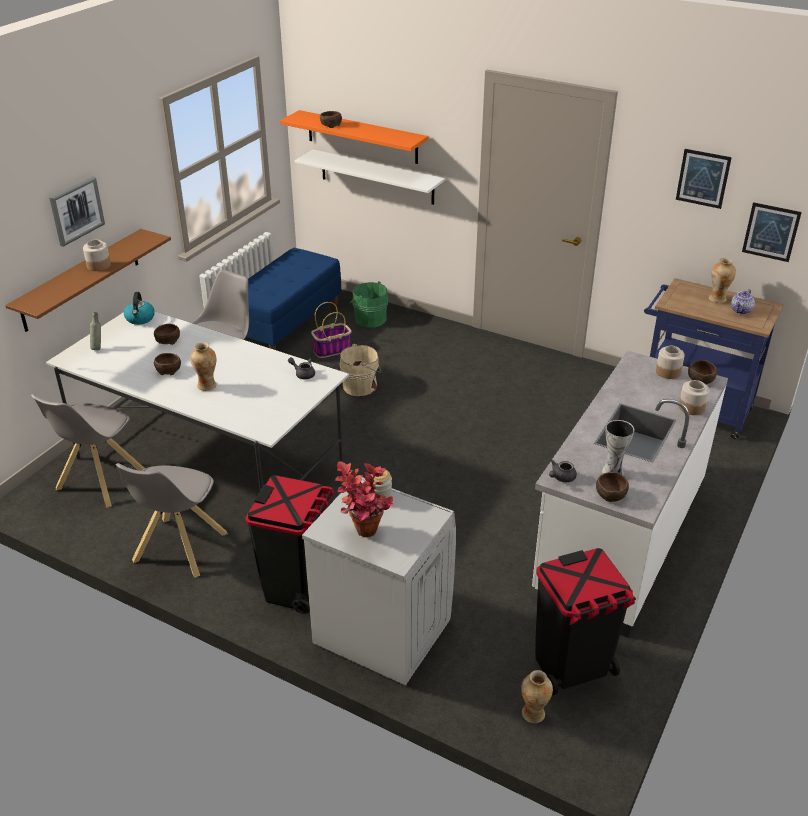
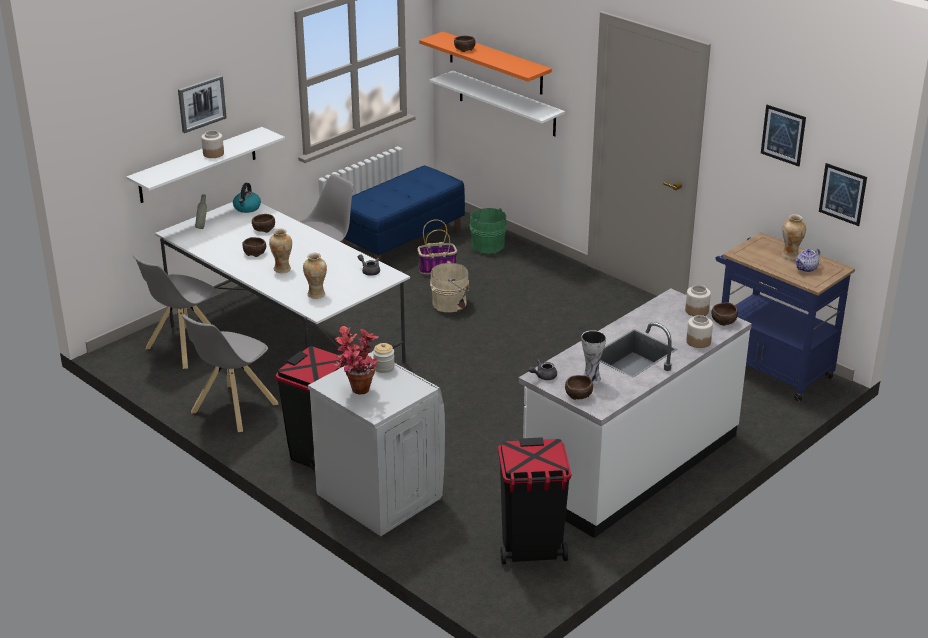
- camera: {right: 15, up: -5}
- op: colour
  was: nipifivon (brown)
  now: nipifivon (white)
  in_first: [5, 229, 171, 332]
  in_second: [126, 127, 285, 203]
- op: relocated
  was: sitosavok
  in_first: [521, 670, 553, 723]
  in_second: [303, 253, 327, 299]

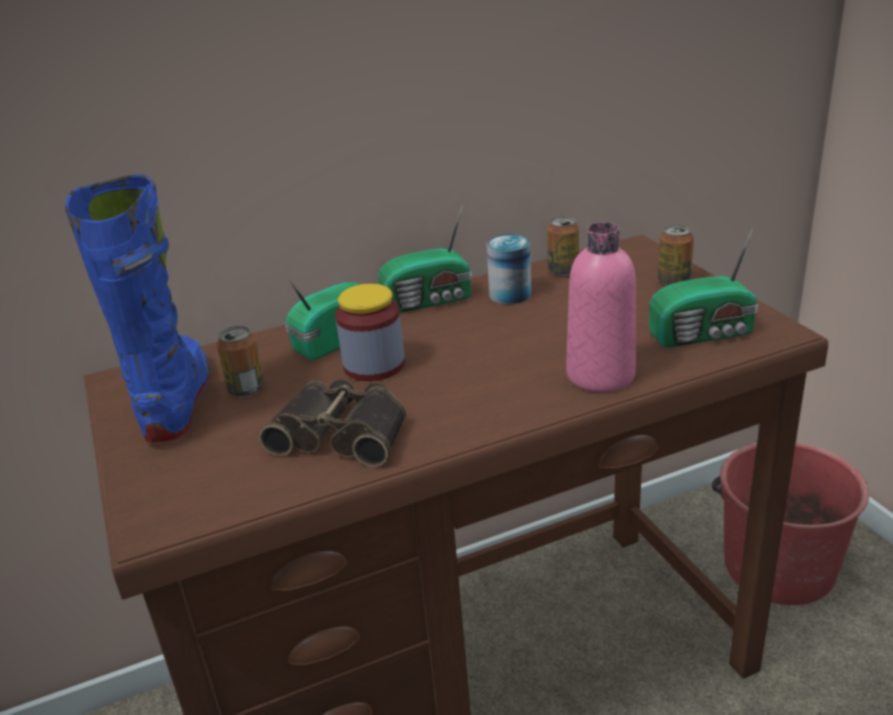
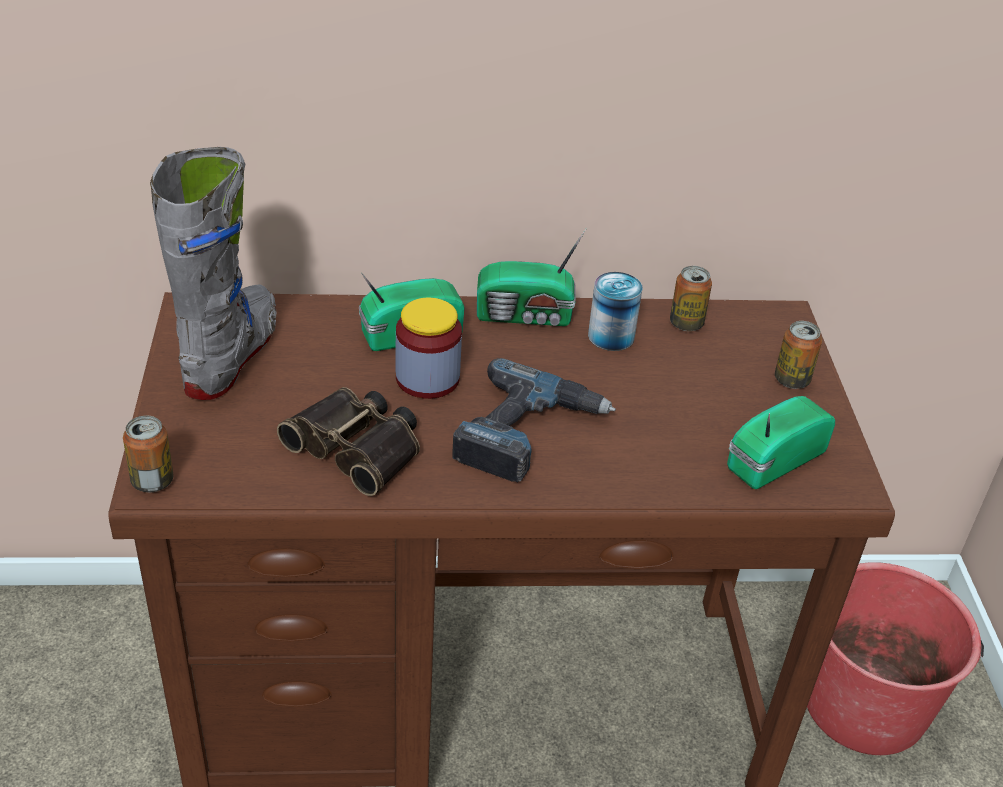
- camera: {right: 15, up: 10}
- op: relocated
  was: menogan
  in_first: [217, 326, 264, 397]
  in_second: [123, 415, 174, 493]
- op: colour
  was: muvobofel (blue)
  now: muvobofel (grey)
  in_first: [65, 175, 210, 443]
  in_second: [150, 147, 276, 400]
- op: appeared
  now: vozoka
  in_second: [452, 358, 616, 482]
- op: spun
  was: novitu
  in_first: [649, 228, 758, 348]
  in_second: [727, 396, 835, 489]
  clockwise: 135
- op: missing
  was: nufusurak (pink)
  in_first: [566, 222, 636, 392]

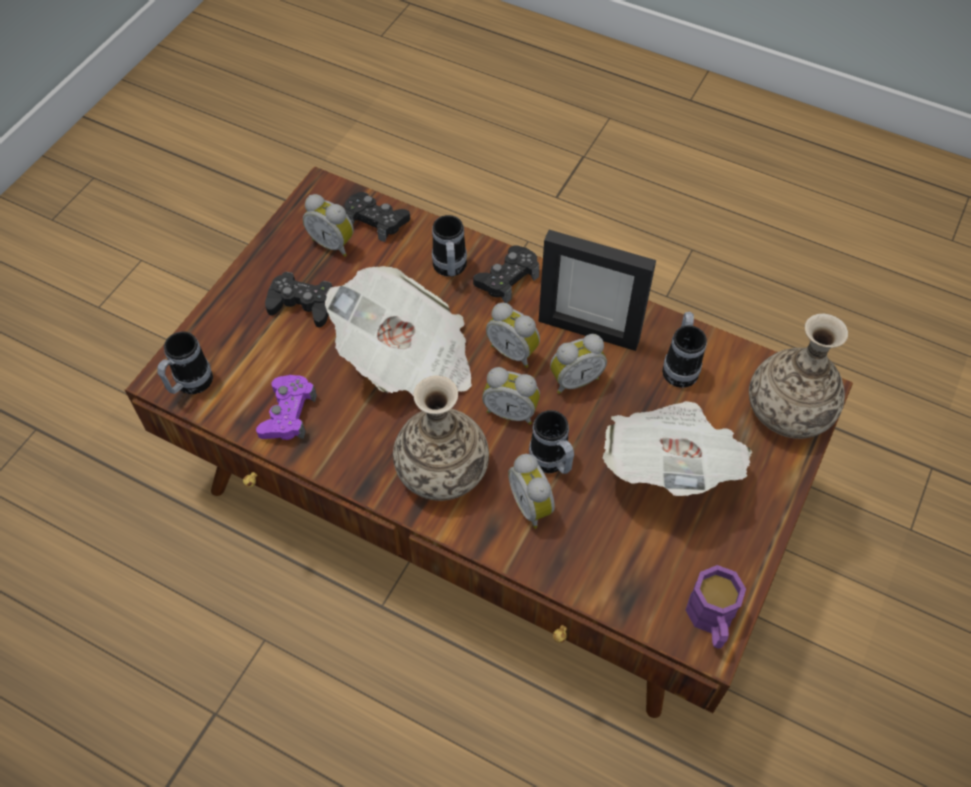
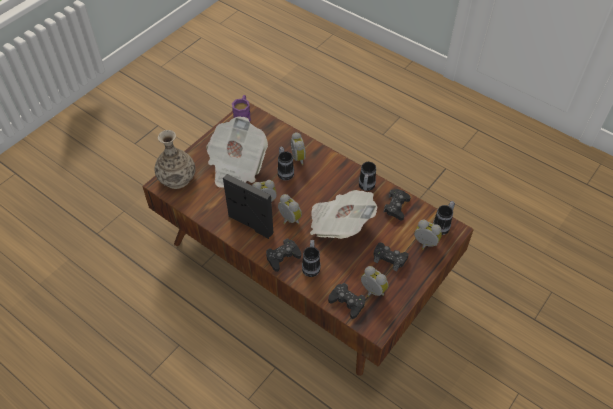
- camera: {right: -170, up: -5}
- op: relocated
  was: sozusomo
  in_first: [662, 312, 707, 388]
  in_second: [359, 162, 376, 191]
- op: colour
  was: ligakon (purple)
  now: ligakon (black)
  in_first: [256, 375, 317, 440]
  in_second: [383, 189, 410, 220]
- op: relocated
  was: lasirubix
  in_first: [482, 367, 540, 425]
  in_second: [414, 219, 442, 250]
- op: missing
  was: sitosavok
  in_first: [393, 376, 489, 501]

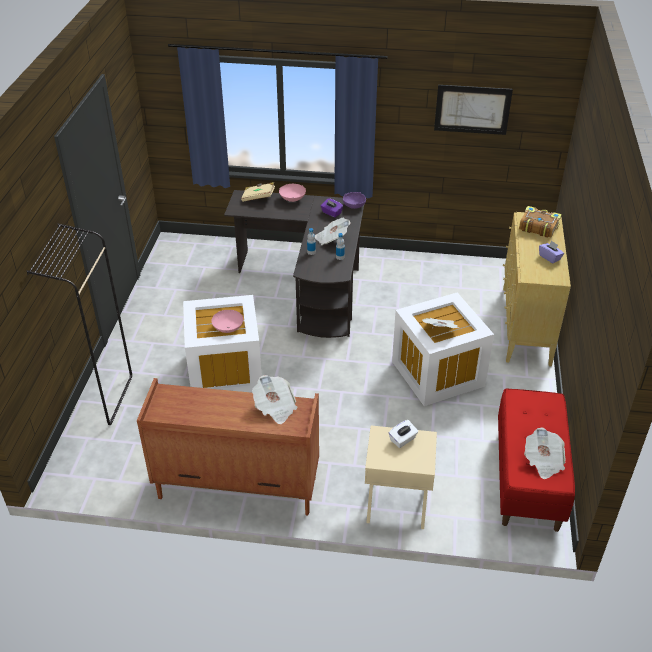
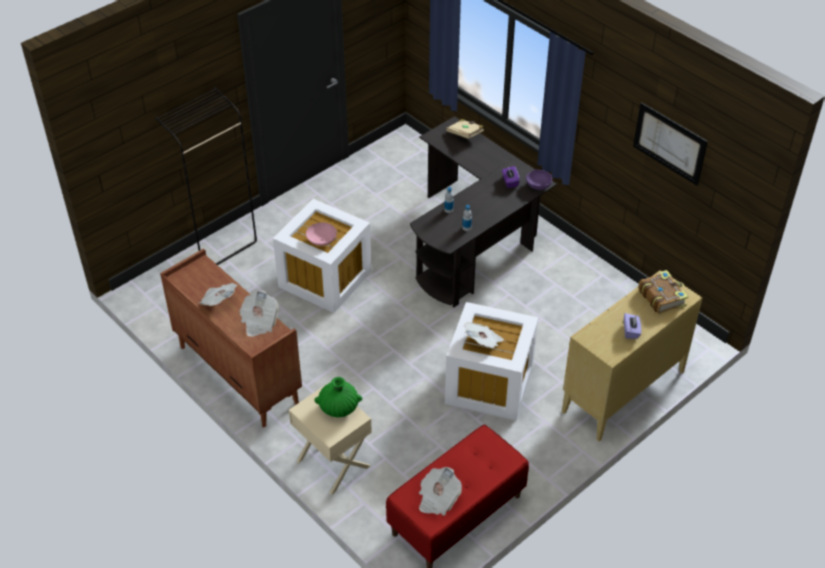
- camera: {right: 40, up: 5}
- op: relocated
  was: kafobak
  in_first: [315, 217, 351, 245]
  in_second: [199, 283, 237, 306]
- op: exchanged
  was: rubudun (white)
  now: sitosavok (green)
  in_first: [389, 420, 418, 448]
  in_second: [315, 377, 362, 417]
- op: missing
  was: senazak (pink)
  in_first: [279, 184, 306, 202]

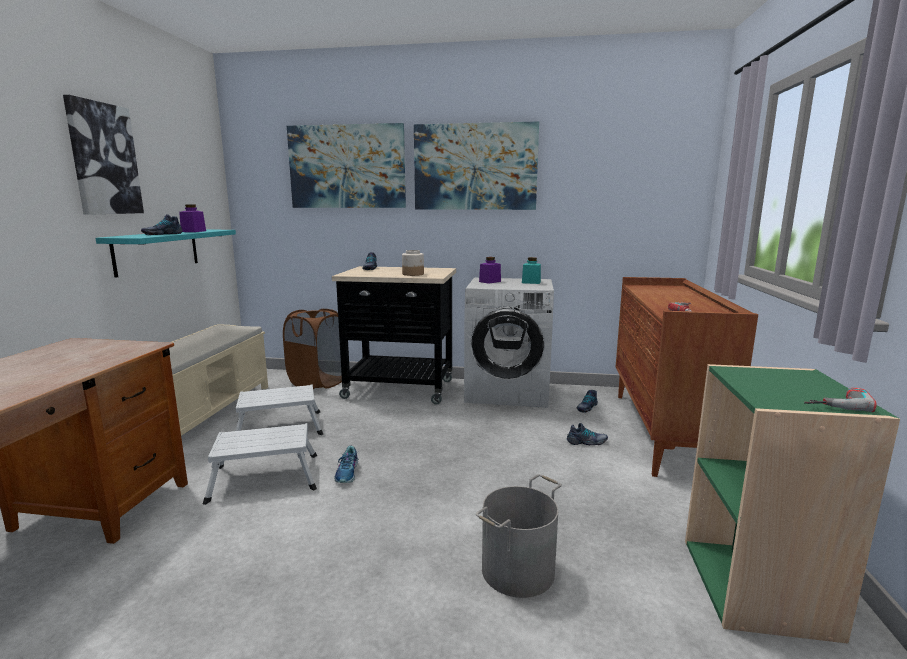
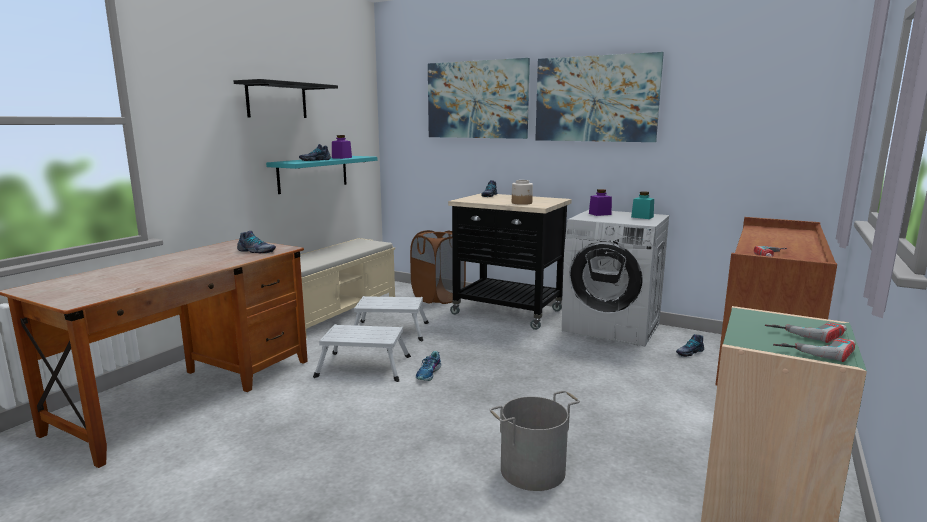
- camera: {right: 20, up: 0}
- op: exchanged
  was: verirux
  now: nipifivon (black)
  in_first: [63, 95, 144, 215]
  in_second: [234, 79, 338, 118]
- op: relocated
  was: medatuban
  in_first: [567, 423, 608, 445]
  in_second: [237, 231, 276, 253]
- op: appeared
  now: vozoka
  in_second: [765, 322, 847, 343]

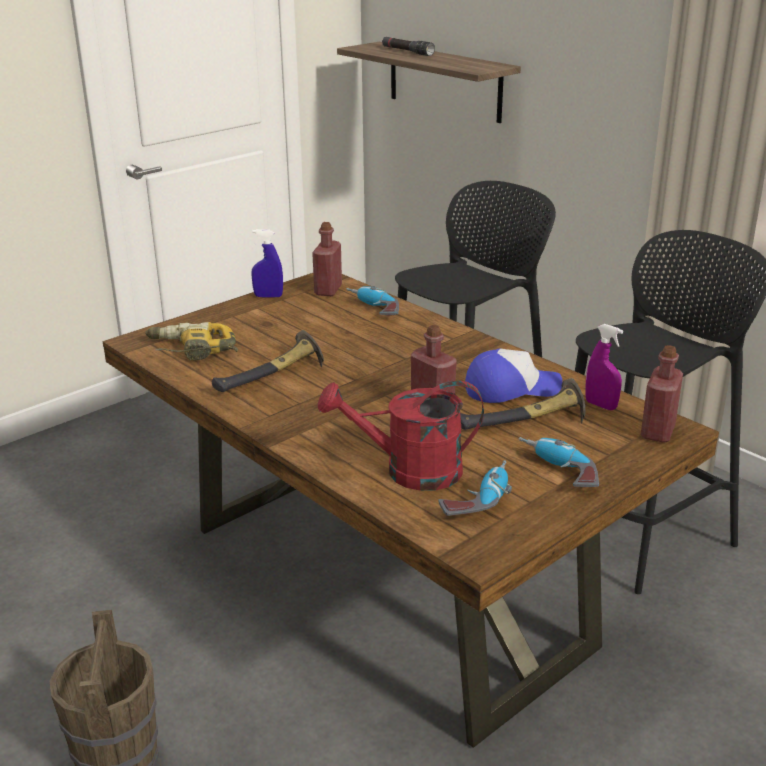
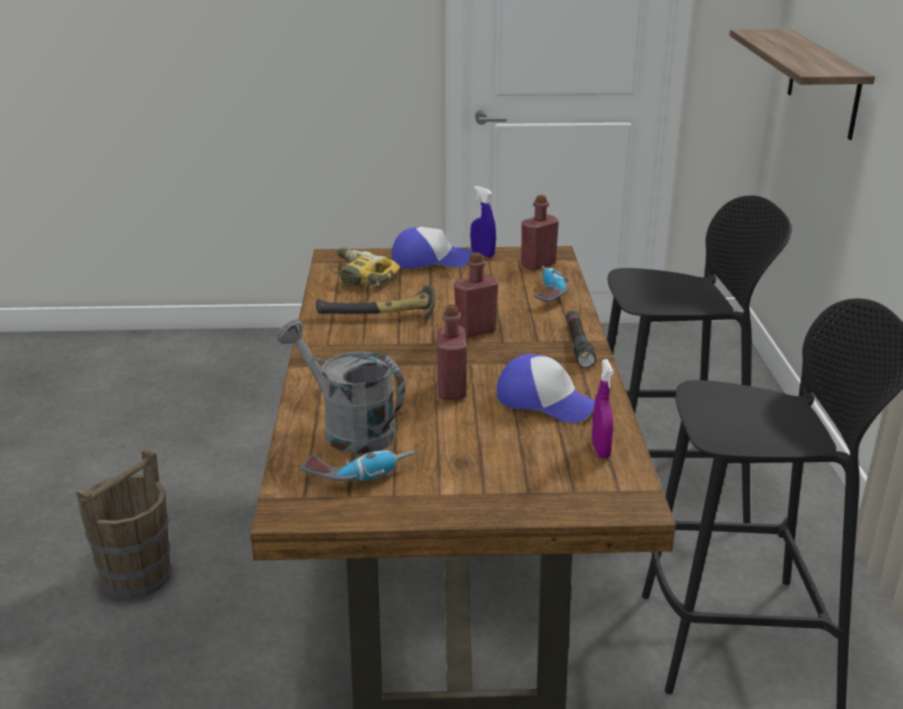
- camera: {right: 40, up: 0}
- op: colour
  was: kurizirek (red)
  now: kurizirek (grey)
  in_first: [318, 381, 484, 491]
  in_second: [278, 319, 405, 454]
- op: appeared
  now: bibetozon
  in_second: [391, 227, 472, 269]
- op: relocated
  was: nufusurak (red)
  in_first: [641, 345, 683, 443]
  in_second: [454, 252, 499, 338]
- op: relocated
  was: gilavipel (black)
  in_first: [382, 37, 435, 56]
  in_second: [566, 311, 596, 368]
- op: missing
  was: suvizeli
  in_first: [460, 378, 585, 430]
- op: missing
  was: vozoka
  in_first: [519, 437, 599, 487]

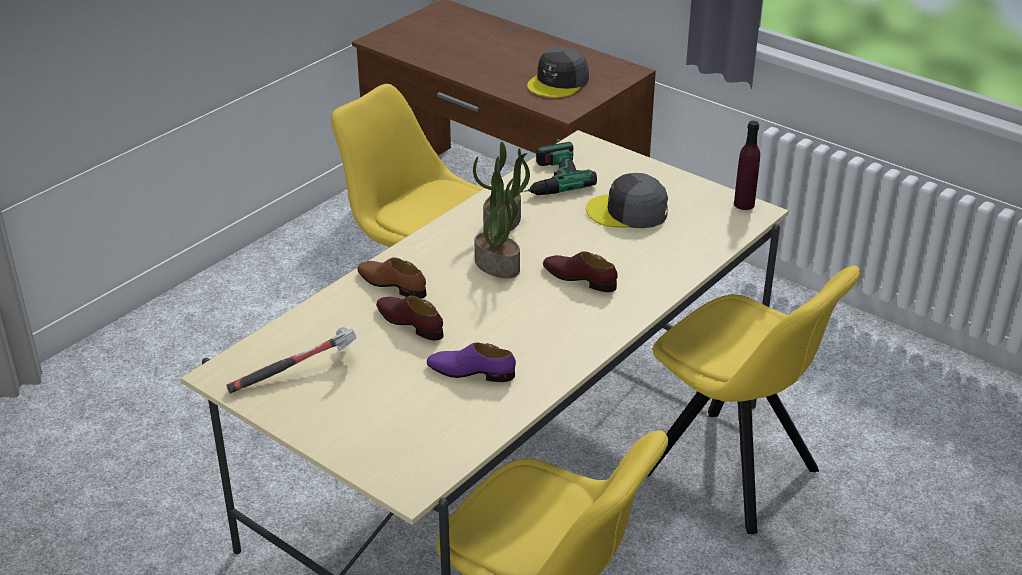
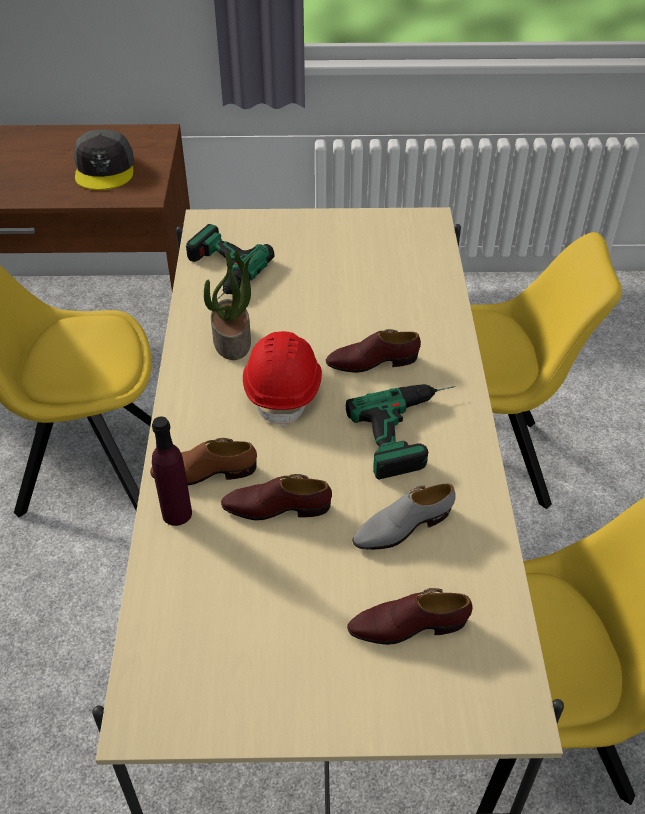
- camera: {right: -40, up: 10}
- op: relocated
  was: nufusurak (purple)
  in_first: [734, 121, 760, 210]
  in_second: [152, 417, 192, 526]
- op: exchanged
  was: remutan
  now: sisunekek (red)
  in_first: [475, 177, 520, 278]
  in_second: [243, 331, 322, 427]
- op: appeared
  now: vozoka
  in_second: [346, 384, 455, 480]
- op: appeared
  now: medatuban (brown)
  in_second: [347, 588, 473, 645]
- op: colour
  was: medatuban (purple)
  now: medatuban (grey)
  in_first: [427, 343, 516, 382]
  in_second: [352, 483, 456, 550]
- op: missing
  was: suvizeli
  in_first: [227, 327, 356, 394]
- op: missing
  was: bibetozon (grey)
  in_first: [586, 173, 668, 228]

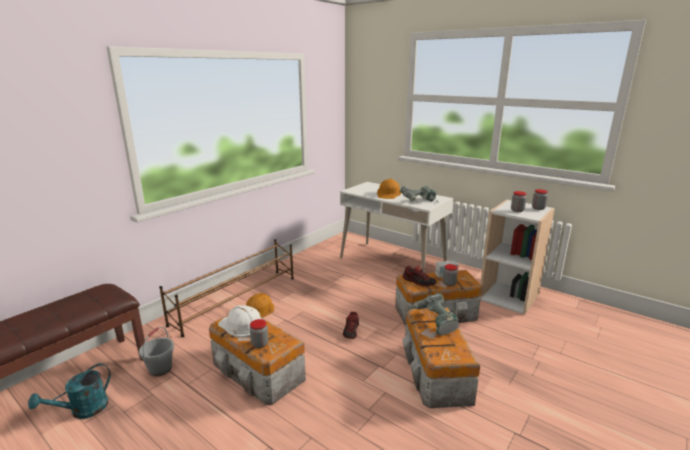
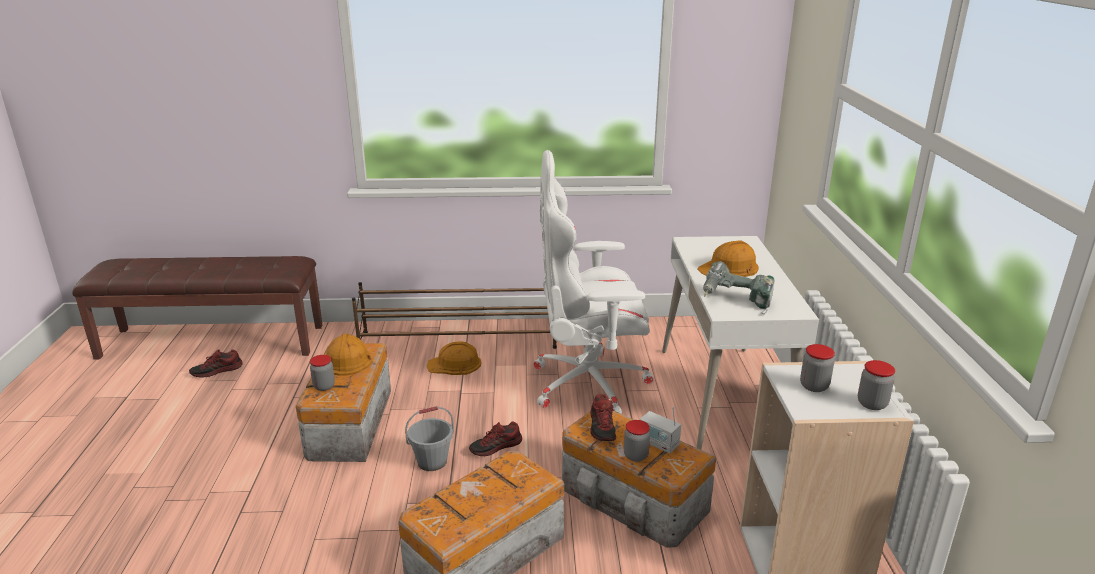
- camera: {right: 50, up: 5}
- op: exchanged
  was: kurizirek (turquoise)
  now: medatuban
  in_first: [28, 363, 111, 419]
  in_second: [189, 349, 242, 378]
- op: colour
  was: sisunekek (white)
  now: sisunekek (orange)
  in_first: [218, 305, 263, 338]
  in_second: [326, 334, 372, 376]
- op: relocated
  was: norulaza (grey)
  in_first: [139, 327, 174, 376]
  in_second: [405, 406, 454, 471]
- op: appeared
  now: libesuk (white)
  in_second: [533, 150, 654, 414]
- op: missing
  was: vozoka
  in_first: [408, 293, 459, 337]

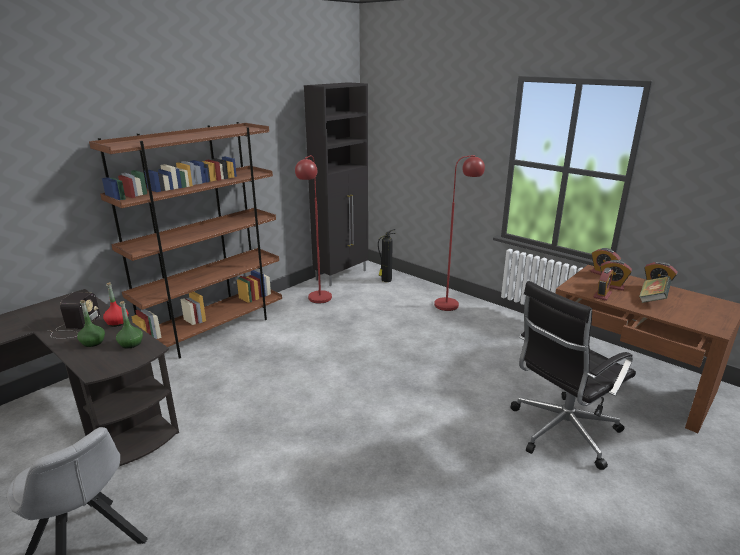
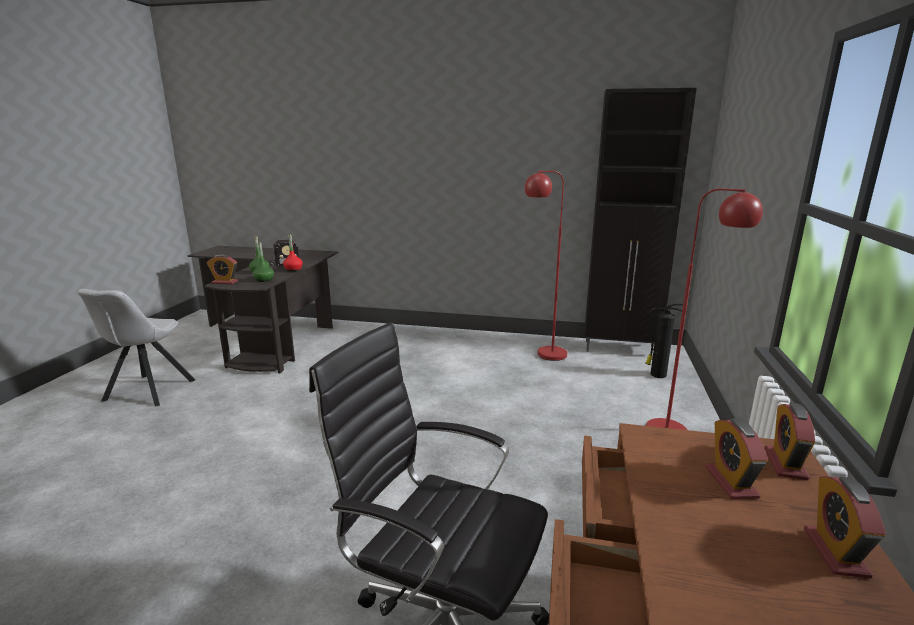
- camera: {right: 60, up: -5}
- op: relocated
  was: lasirubix
  in_first: [593, 268, 614, 301]
  in_second: [207, 254, 238, 284]
- op: missing
  was: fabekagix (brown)
  in_first: [89, 122, 282, 359]
- op: missing
  was: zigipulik
  in_first: [639, 276, 672, 303]

